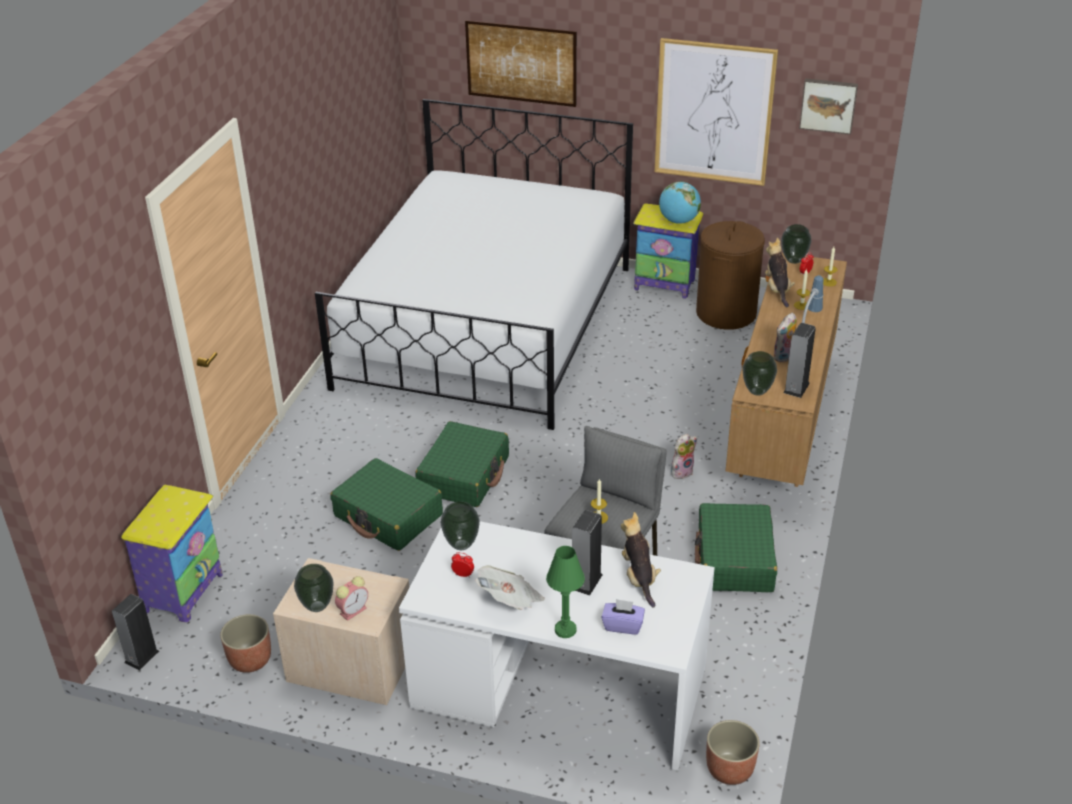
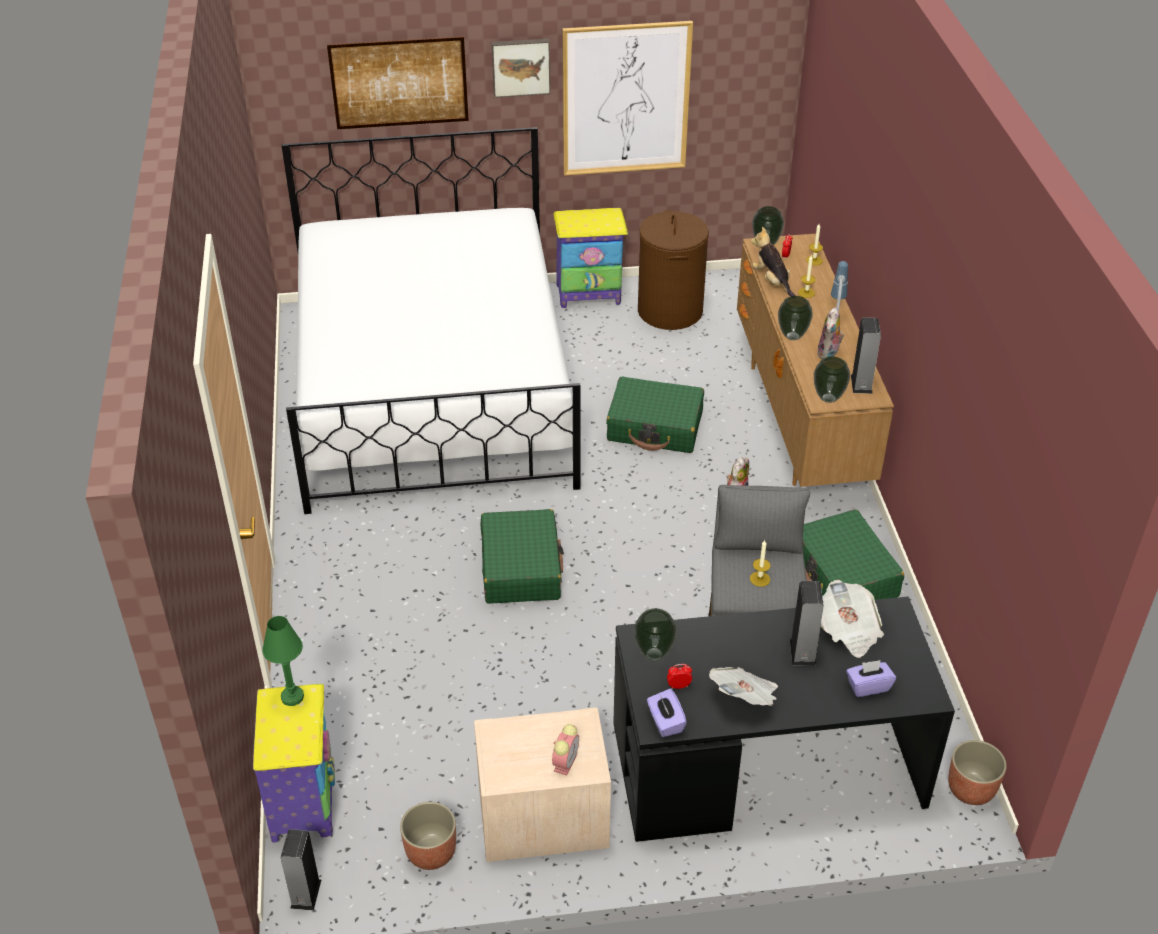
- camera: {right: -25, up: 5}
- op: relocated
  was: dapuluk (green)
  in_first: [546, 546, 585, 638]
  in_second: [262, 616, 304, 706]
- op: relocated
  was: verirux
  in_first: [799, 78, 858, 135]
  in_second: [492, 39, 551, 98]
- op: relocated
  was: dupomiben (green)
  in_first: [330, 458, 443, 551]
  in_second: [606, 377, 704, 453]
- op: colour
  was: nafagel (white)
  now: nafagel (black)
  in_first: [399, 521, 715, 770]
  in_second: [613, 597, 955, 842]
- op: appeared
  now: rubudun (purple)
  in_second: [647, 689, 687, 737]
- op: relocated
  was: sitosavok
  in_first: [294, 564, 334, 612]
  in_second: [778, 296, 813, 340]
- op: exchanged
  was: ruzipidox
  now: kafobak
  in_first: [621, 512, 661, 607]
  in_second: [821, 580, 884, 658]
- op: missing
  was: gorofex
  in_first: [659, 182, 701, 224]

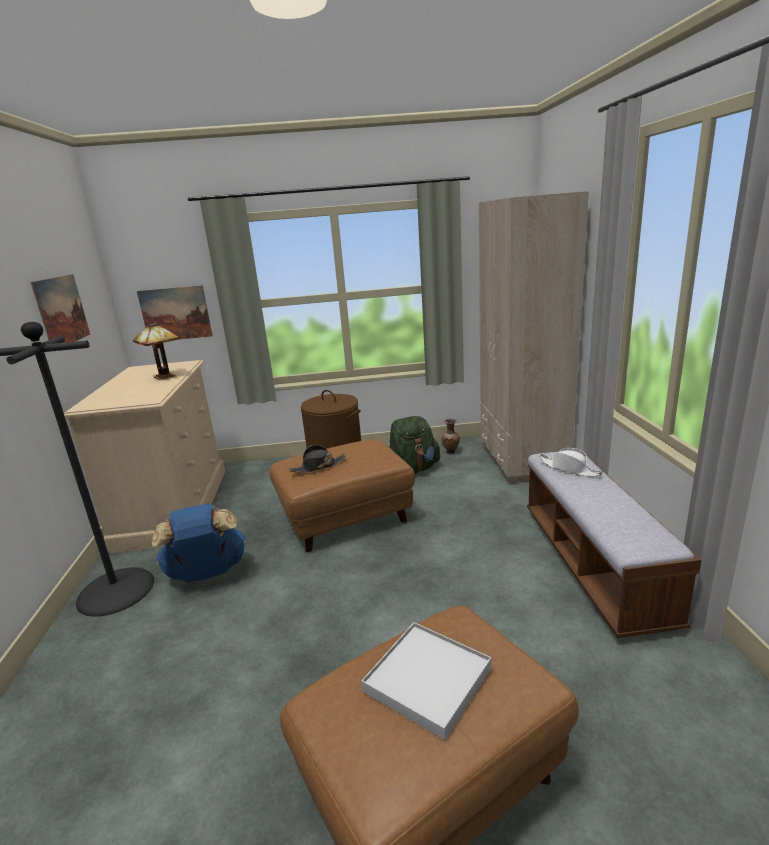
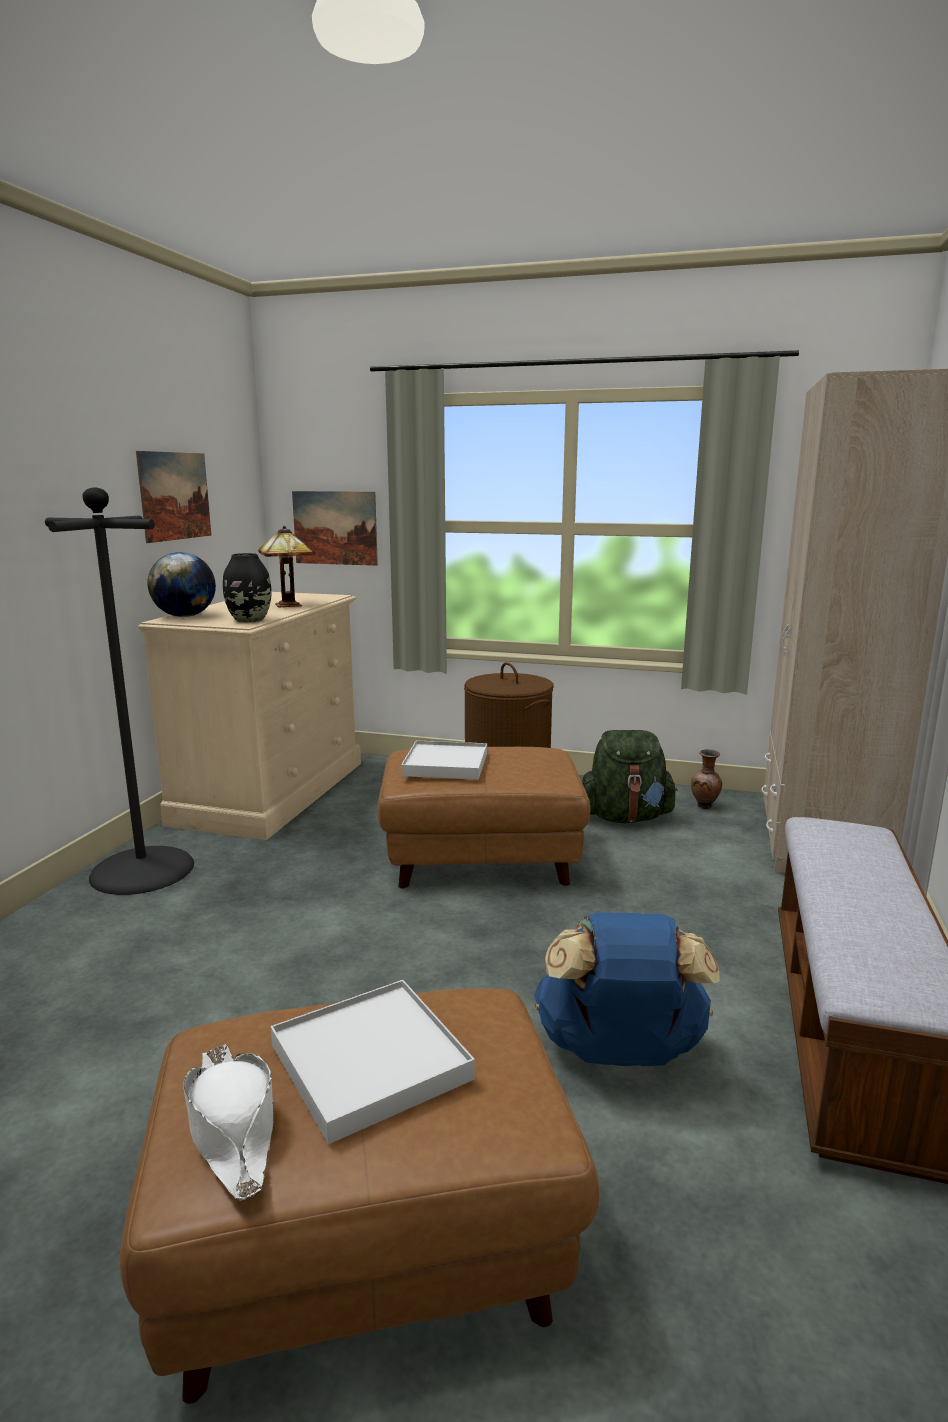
- camera: {right: 20, up: -5}
- op: appeared
  now: gorofex
  in_second: [147, 552, 216, 617]
- op: relocated
  was: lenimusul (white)
  in_first: [539, 448, 603, 476]
  in_second: [183, 1044, 275, 1201]
- op: appeared
  now: sitosavok (black)
  in_second: [223, 553, 272, 623]
- op: exchanged
  was: lenimusul (black)
  now: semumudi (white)
  in_first: [289, 445, 346, 473]
  in_second: [401, 740, 487, 780]
- op: relocated
  was: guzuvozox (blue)
  in_first: [152, 504, 246, 582]
  in_second: [534, 912, 720, 1066]

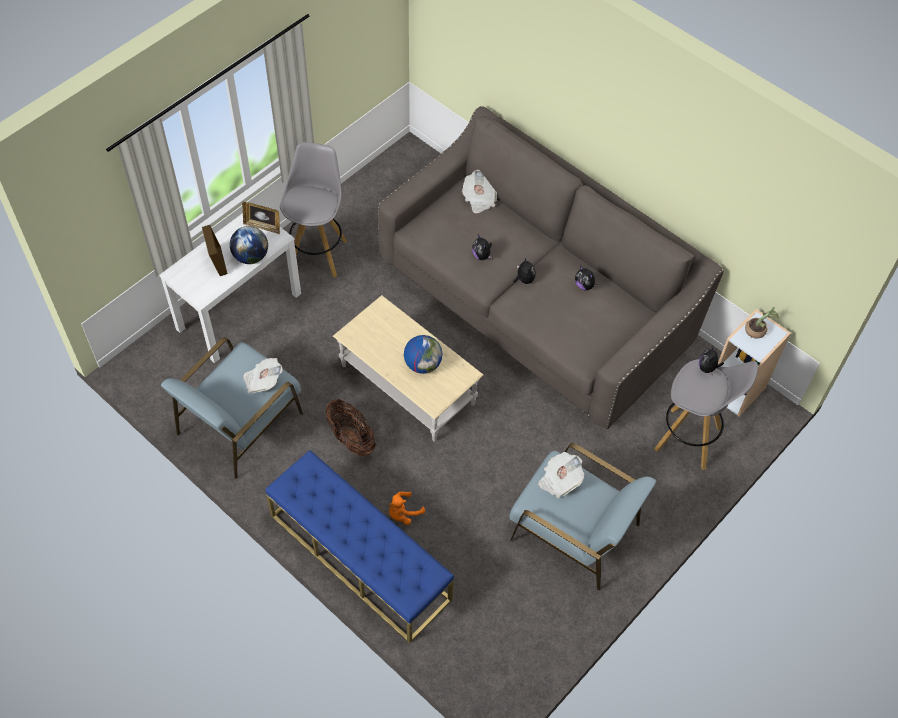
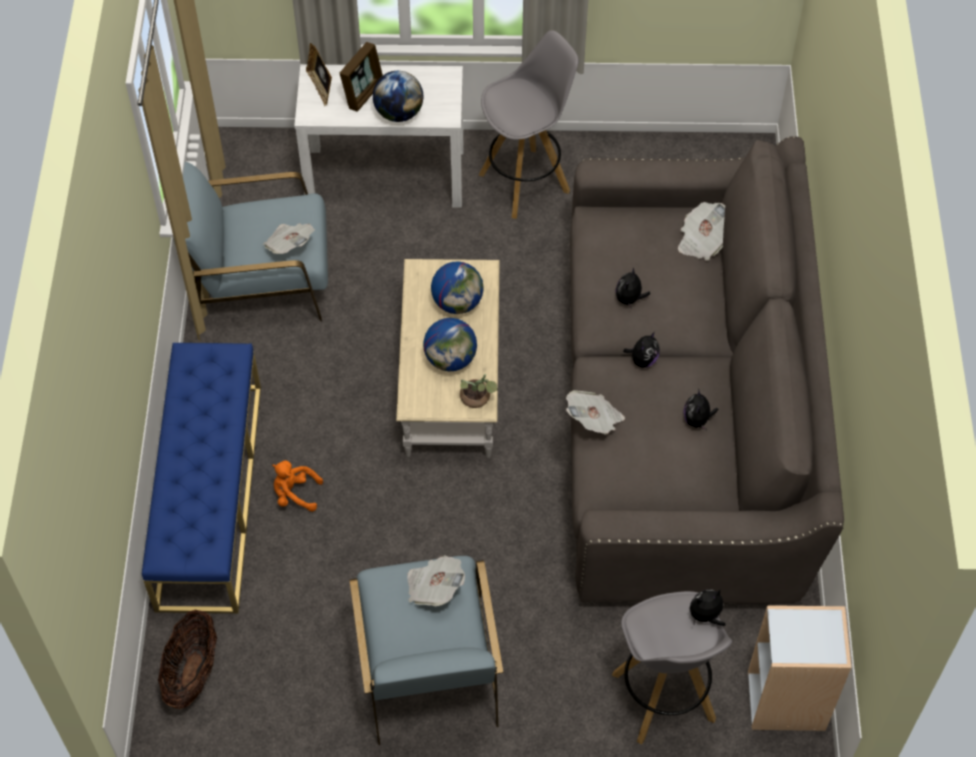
- camera: {right: 50, up: 0}
- op: relocated
  was: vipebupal
  in_first: [326, 399, 375, 457]
  in_second: [158, 610, 217, 709]
- op: relocated
  was: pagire
  in_first: [242, 202, 280, 234]
  in_second: [306, 43, 332, 106]
- op: appeared
  now: gorofex
  in_second: [431, 261, 484, 314]
- op: relocated
  was: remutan
  in_first: [745, 307, 779, 338]
  in_second: [460, 374, 498, 408]
- op: appeared
  now: kafobak
  in_second: [566, 390, 625, 434]

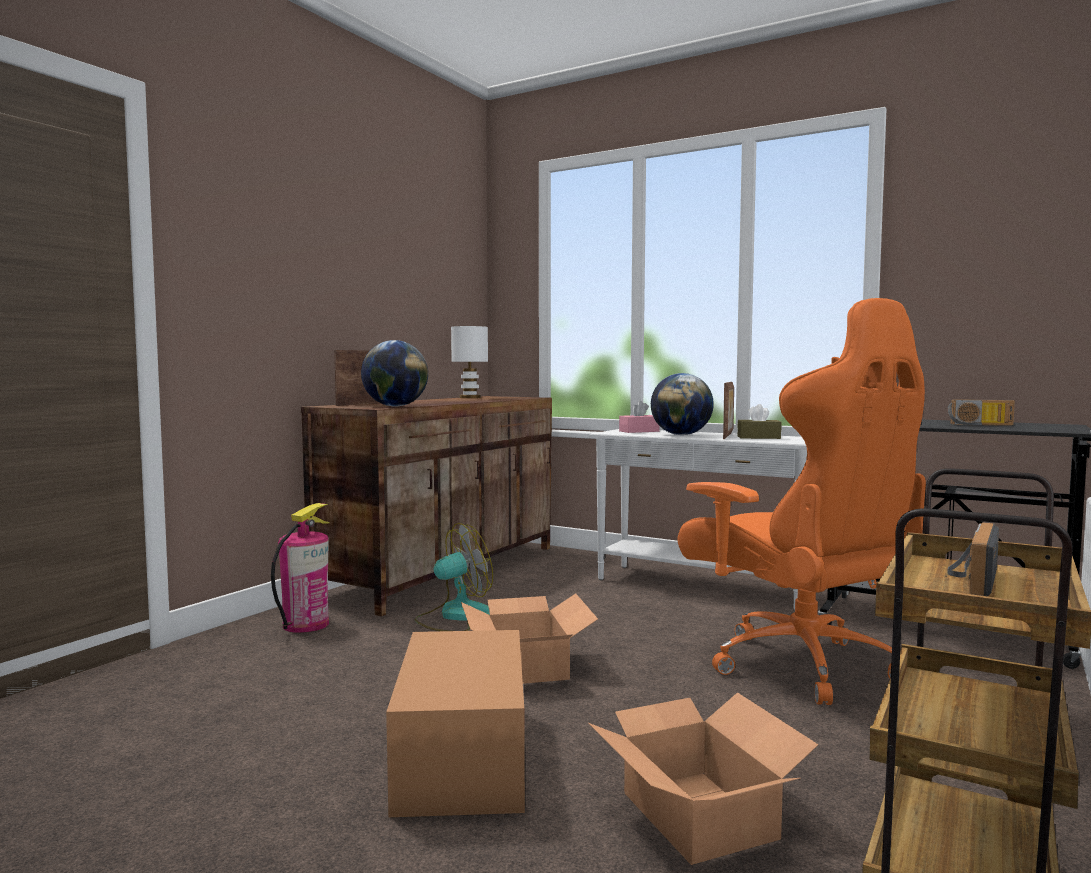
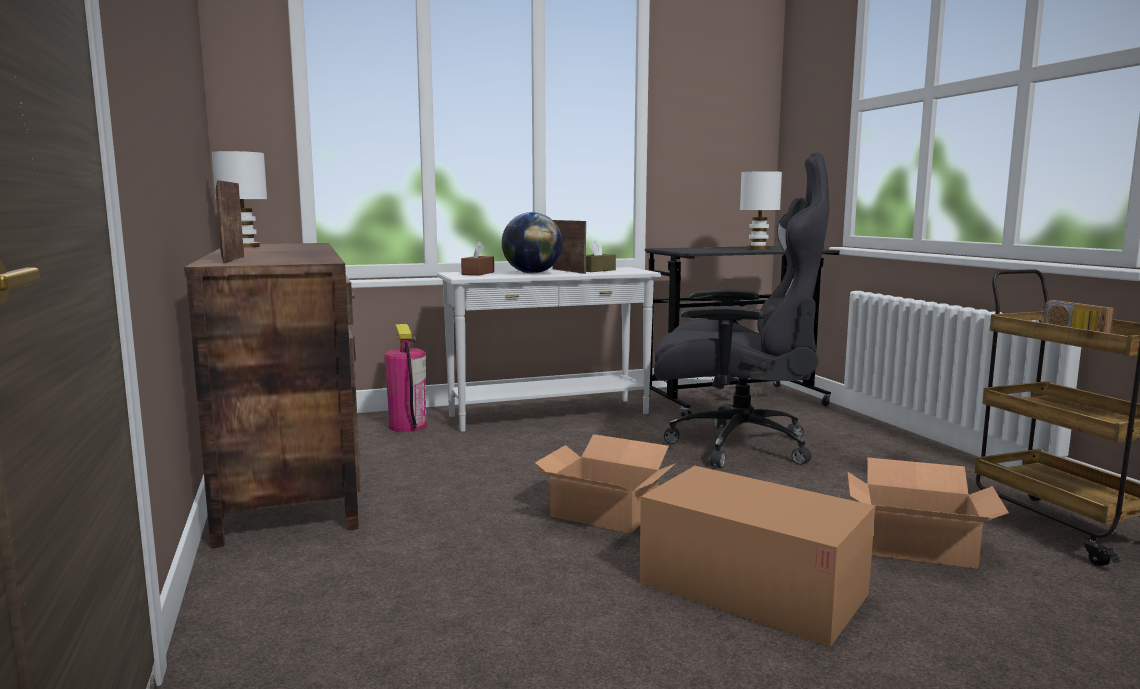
- camera: {right: -50, up: 5}
- op: relocated
  was: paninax
  in_first: [271, 503, 330, 633]
  in_second: [384, 324, 427, 432]
- op: colour
  was: rubudun (pink)
  now: rubudun (brown)
  in_first: [619, 401, 660, 433]
  in_second: [461, 242, 494, 275]
- op: colour
  was: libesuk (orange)
  now: libesuk (black)
  in_first: [678, 298, 926, 705]
  in_second: [654, 152, 830, 468]
- op: exchanged
  was: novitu
  now: dapuluk (white)
  in_first: [948, 399, 1015, 426]
  in_second: [740, 171, 782, 250]
- op: missing
  was: gorofex
  in_first: [361, 340, 428, 406]
- op: missing
  was: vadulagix
  in_first: [415, 523, 493, 631]

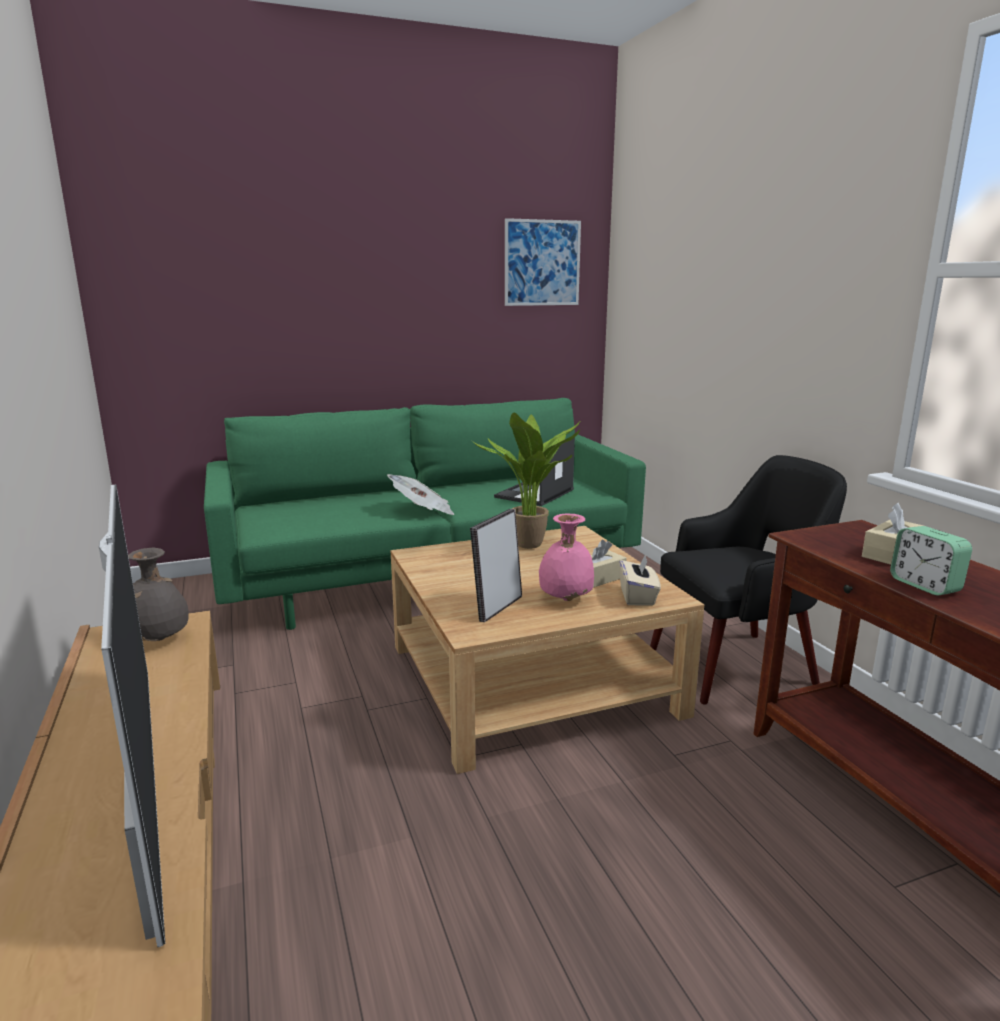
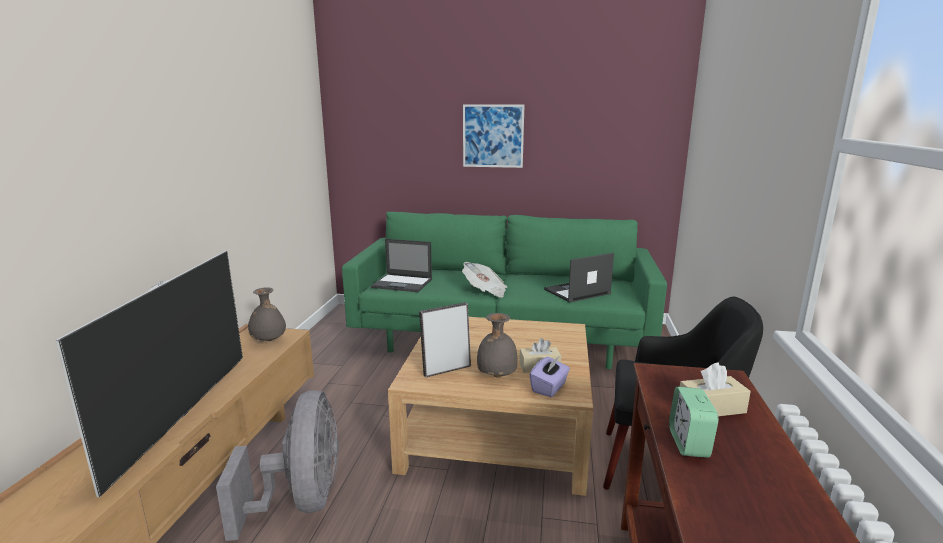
- camera: {right: 30, up: 0}
- op: appeared
  now: vadulagix (grey)
  in_second: [216, 390, 339, 541]
- op: appeared
  now: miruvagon
  in_second: [371, 239, 432, 292]
- op: relocated
  was: verirux
  in_first: [505, 218, 581, 306]
  in_second: [463, 104, 525, 168]
- op: colour
  was: sitosavok (pink)
  now: sitosavok (grey)
  in_first: [539, 513, 594, 601]
  in_second: [477, 313, 517, 378]
- op: colour
  was: rubudun (beige)
  now: rubudun (purple)
  in_first: [619, 555, 661, 606]
  in_second: [530, 357, 570, 397]
- op: missing
  was: remutan
  in_first: [472, 413, 580, 549]

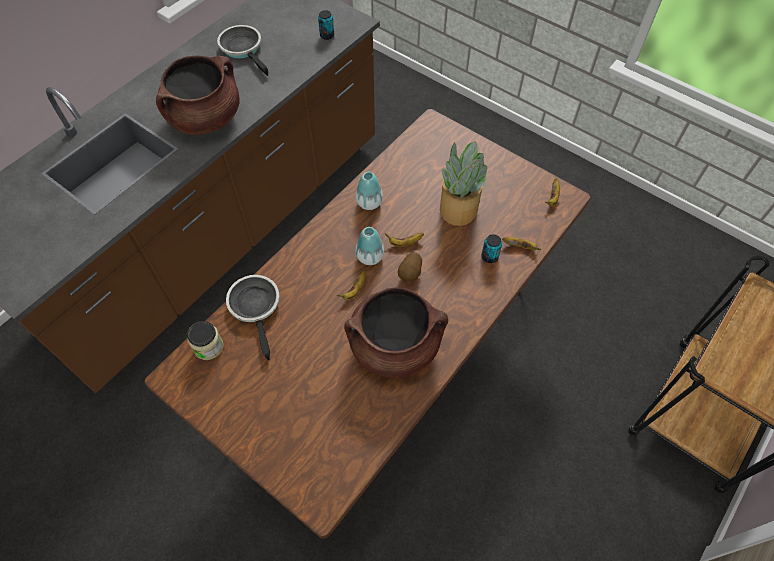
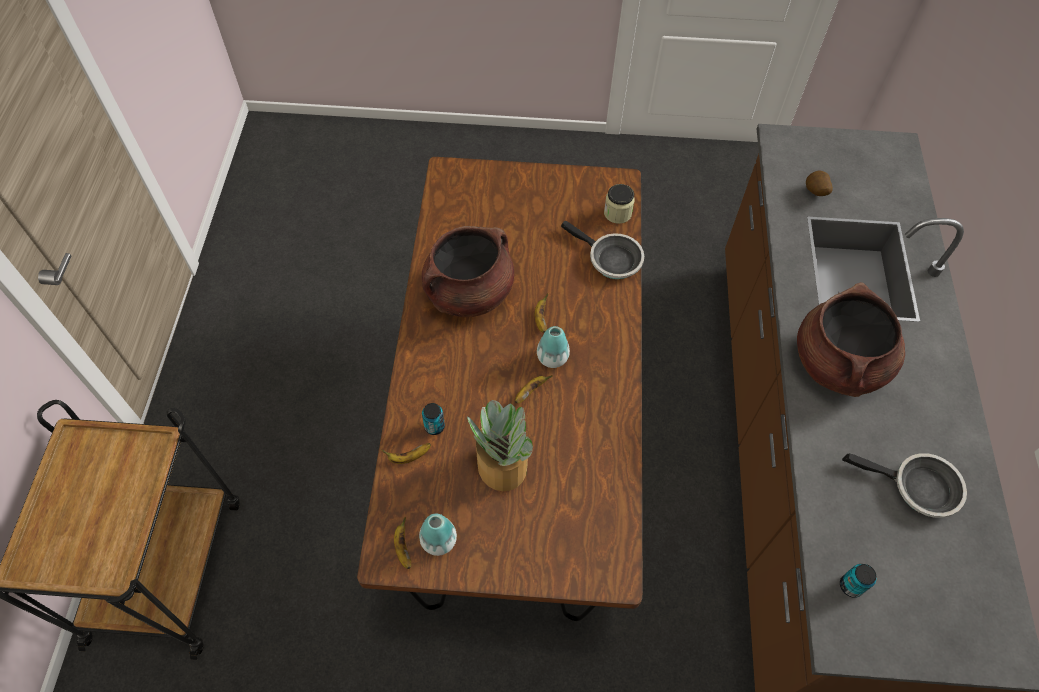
- camera: {right: 145, up: 0}
- op: relocated
  was: sitosavok
  in_first: [356, 172, 383, 210]
  in_second: [419, 514, 457, 556]
- op: relocated
  was: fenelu
  in_first: [398, 252, 422, 282]
  in_second: [806, 170, 833, 196]

